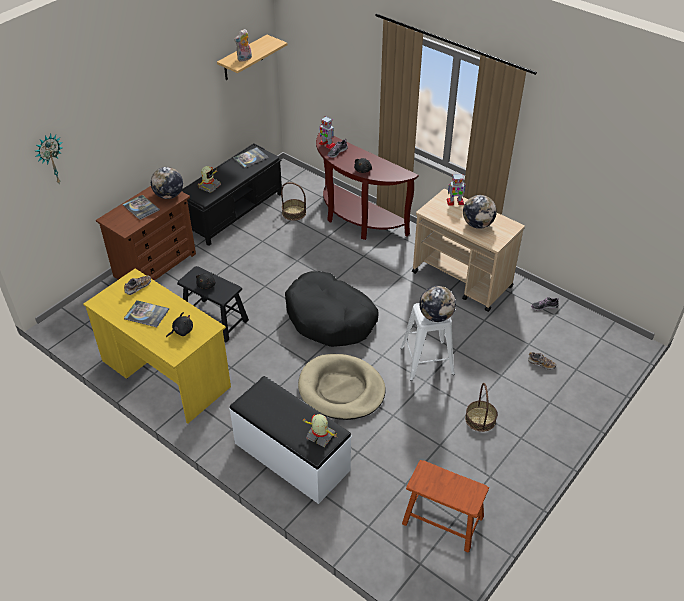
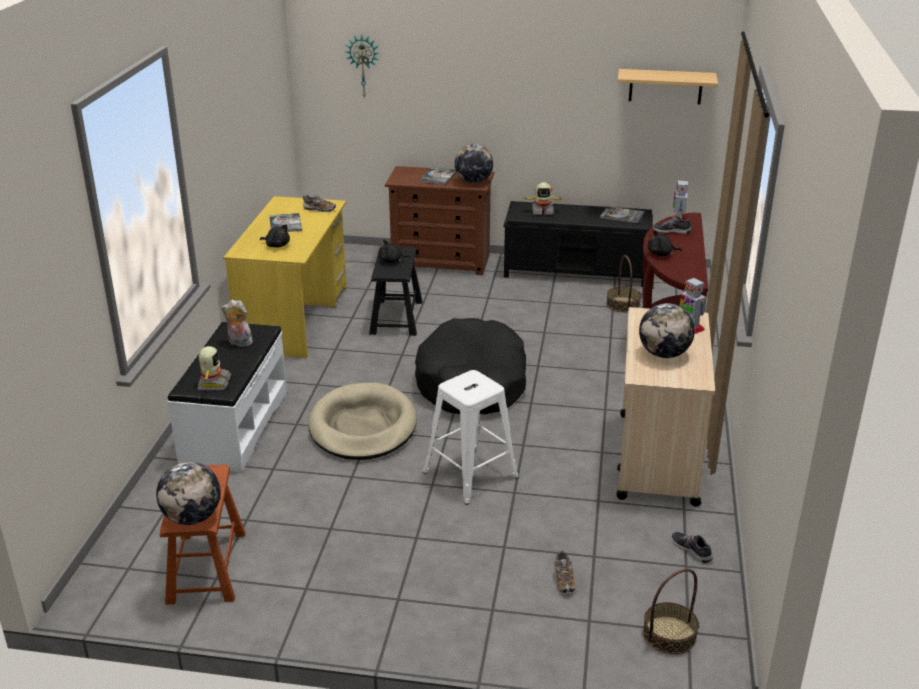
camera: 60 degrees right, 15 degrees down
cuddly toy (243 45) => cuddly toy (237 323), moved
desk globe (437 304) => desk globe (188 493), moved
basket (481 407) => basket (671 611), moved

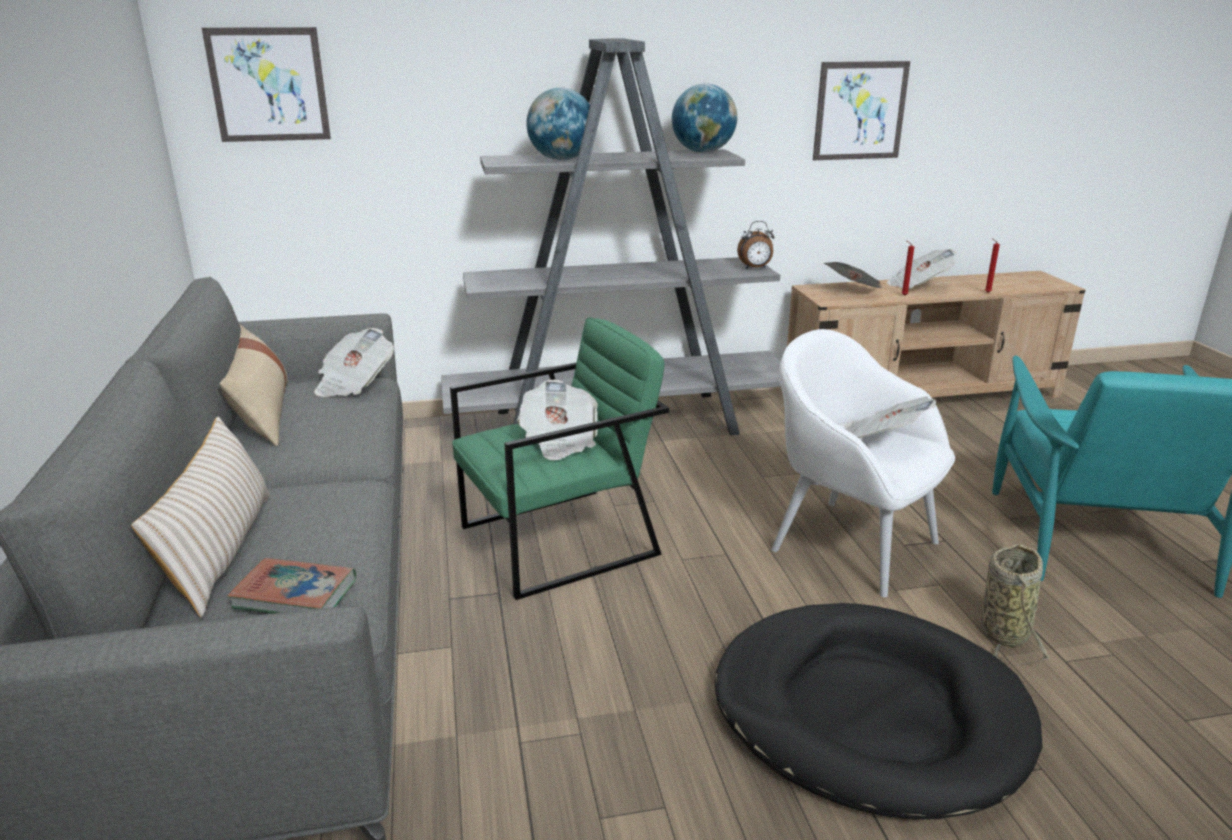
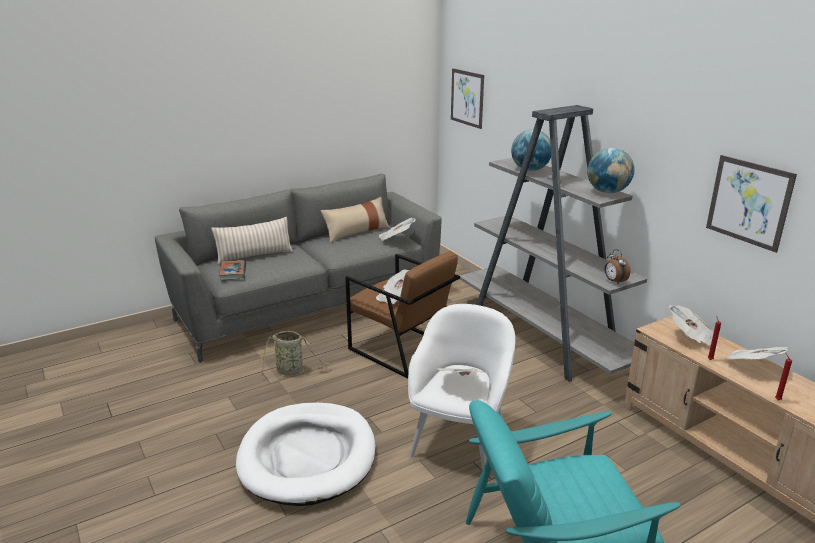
camera: 70 degrees right, 0 degrees up
basket (1015 604) => basket (295 353), moved
green-coloured lounge chair (559 458) => brown lounge chair (402 315)
black-coloured pet bed (879 711) => white pet bed (306 454)

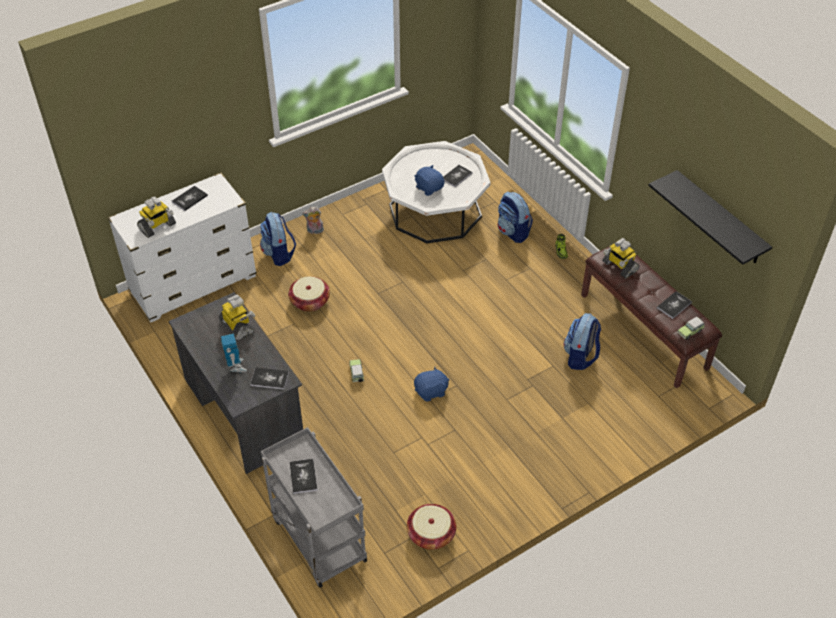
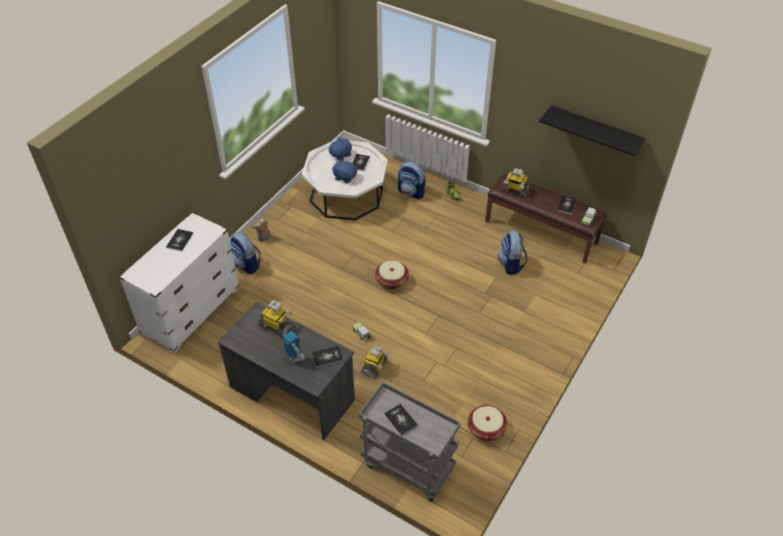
camera: 25 degrees left, 0 degrees up
toy robot (156 217) => toy robot (375 362), moved
basket (309 294) => basket (392 274), moved
blue-coloured cuddly toy (431 384) => blue-coloured cuddly toy (340 149), moved

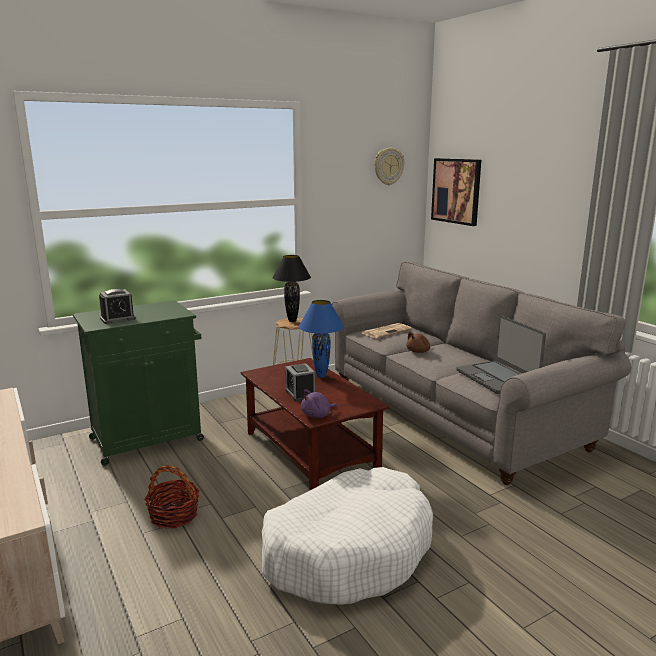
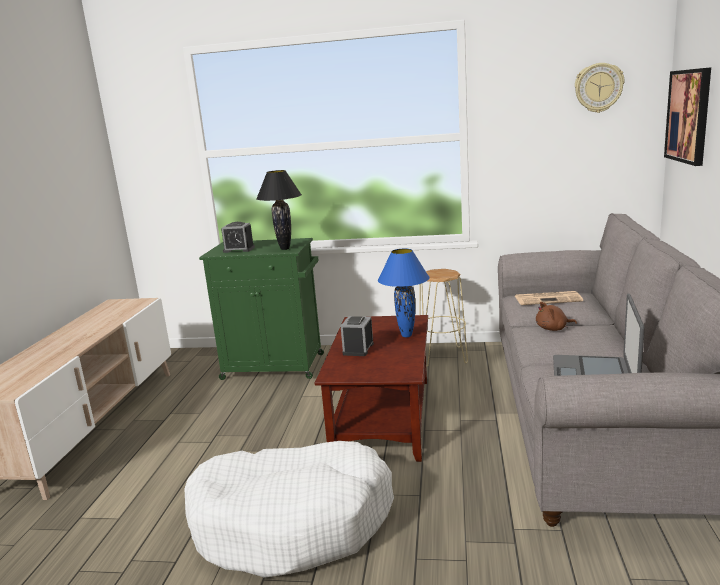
camera: 40 degrees right, 0 degrees up
basket (172 496) => nothing
purple-coloured cuddly toy (319 403) => nothing
black-coloured lamp for a table (291 288) => black-coloured lamp for a table (279 210), moved

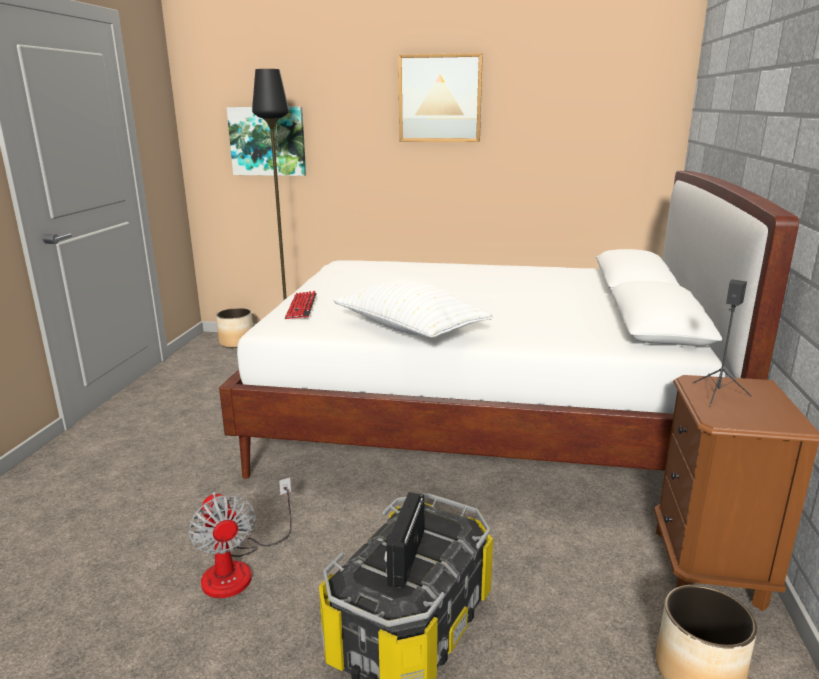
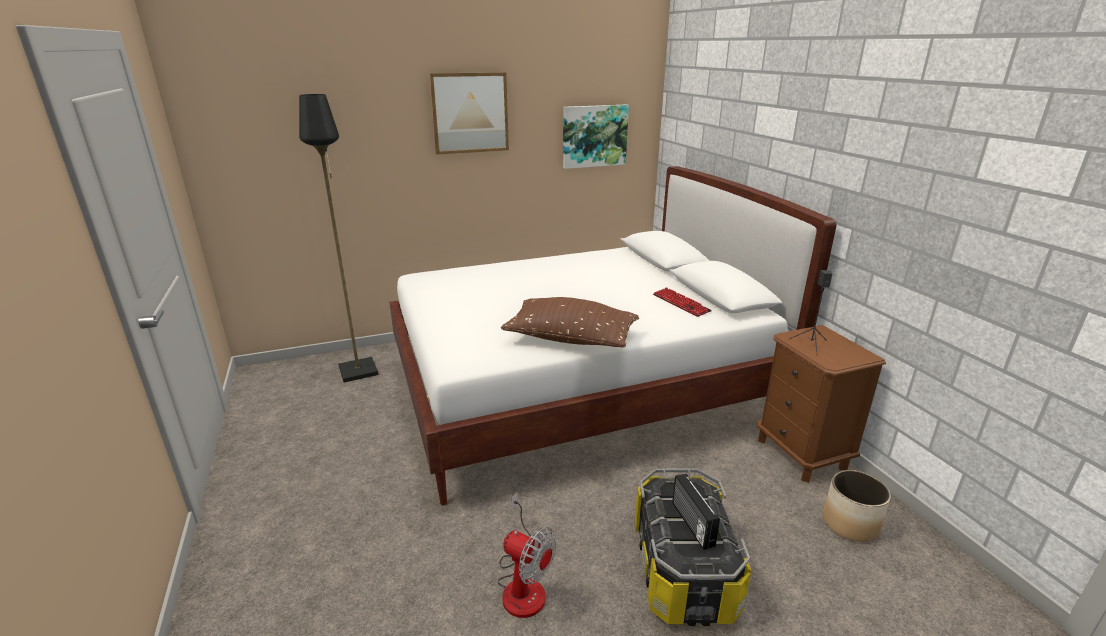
camera: 30 degrees left, 5 degrees up
planter (234 328) => nothing
wall art (266 141) => wall art (596 136), moved
computer keyboard (301 305) => computer keyboard (682 302), moved
white cushion (413 308) => brown cushion (570 322)

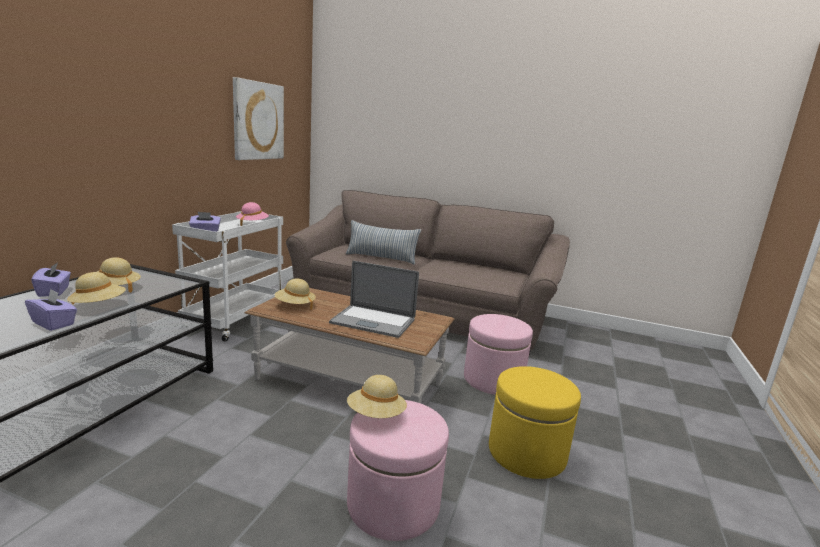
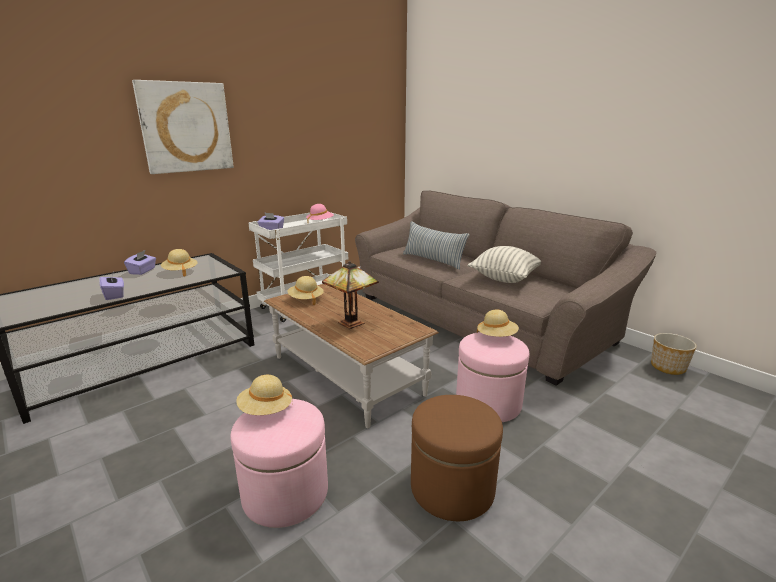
camera: 30 degrees right, 5 degrees up
nothing => cushion (504 264)
nothing => planter (674 354)
beige-coloured clothing hat (96 288) => beige-coloured clothing hat (498 323), moved
wall art (258 118) => wall art (183 127), moved
notebook computer (374 299) => lamp for a table (350 295)
yellow-coloured ottoman (535 422) => brown ottoman (457 458)

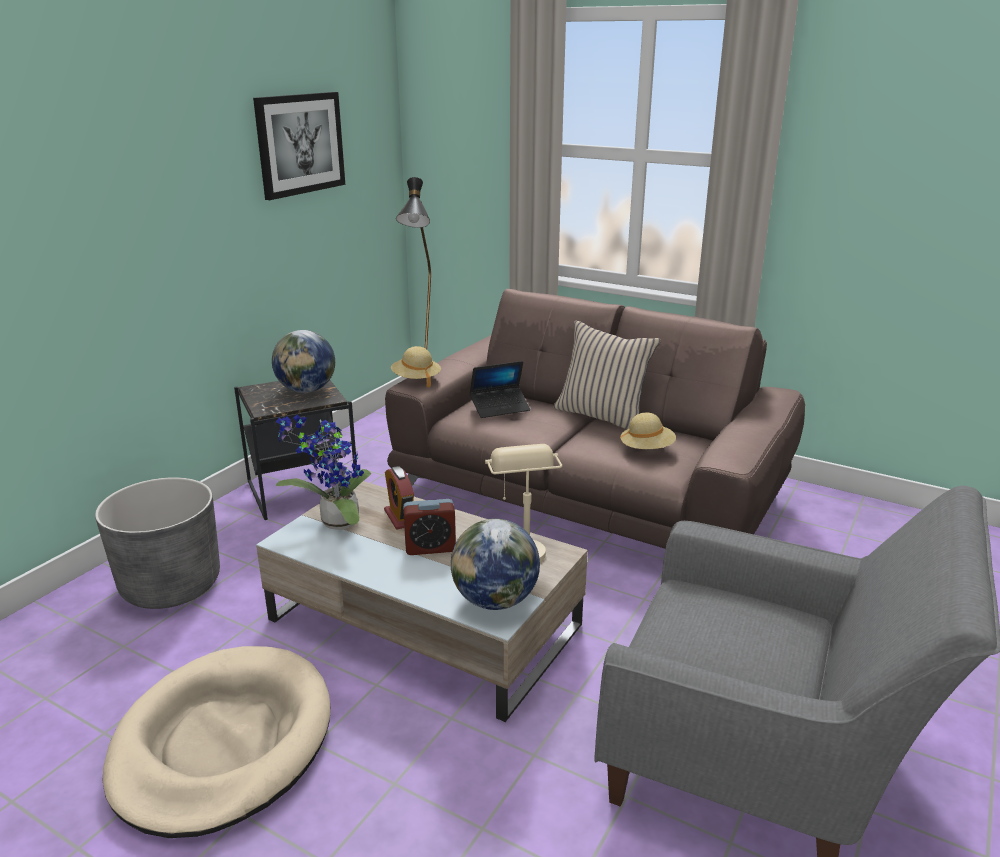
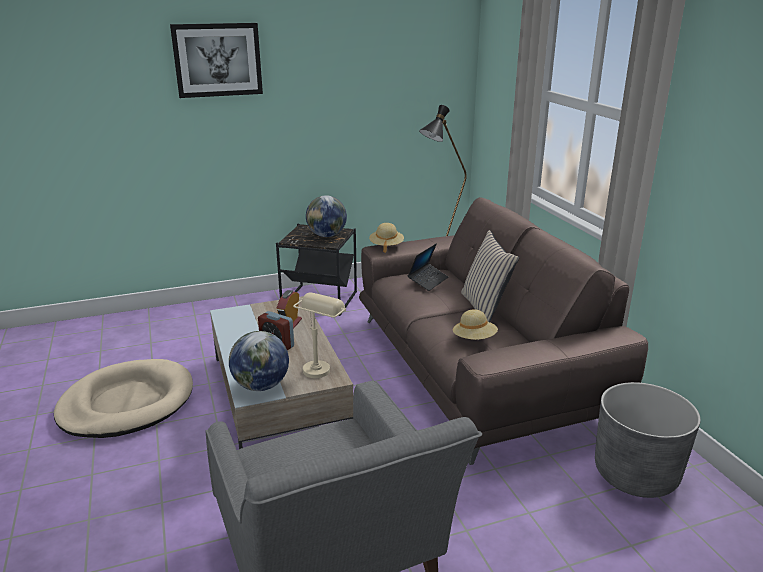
camera: 40 degrees right, 0 degrees up
plant in a pot (323 472) => nothing
greyish planter (157 543) => greyish planter (648 440), moved
wall art (299 146) => wall art (216 60), moved
notebook computer (500 389) => notebook computer (428 267), 75 degrees counterclockwise

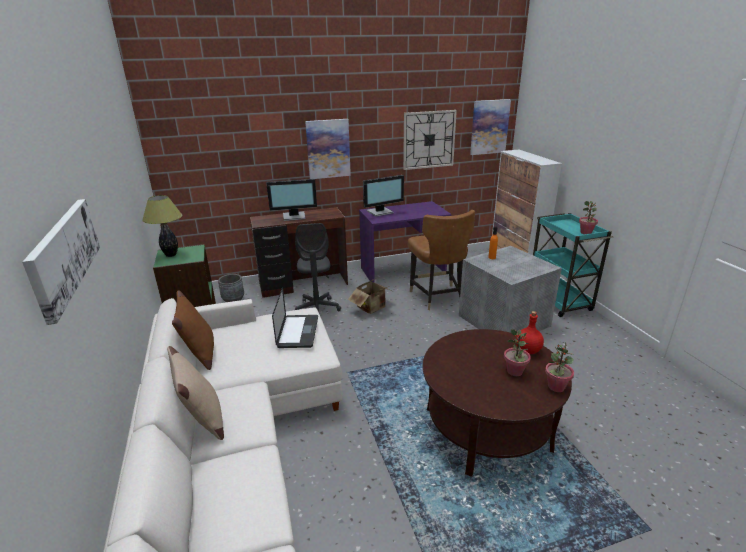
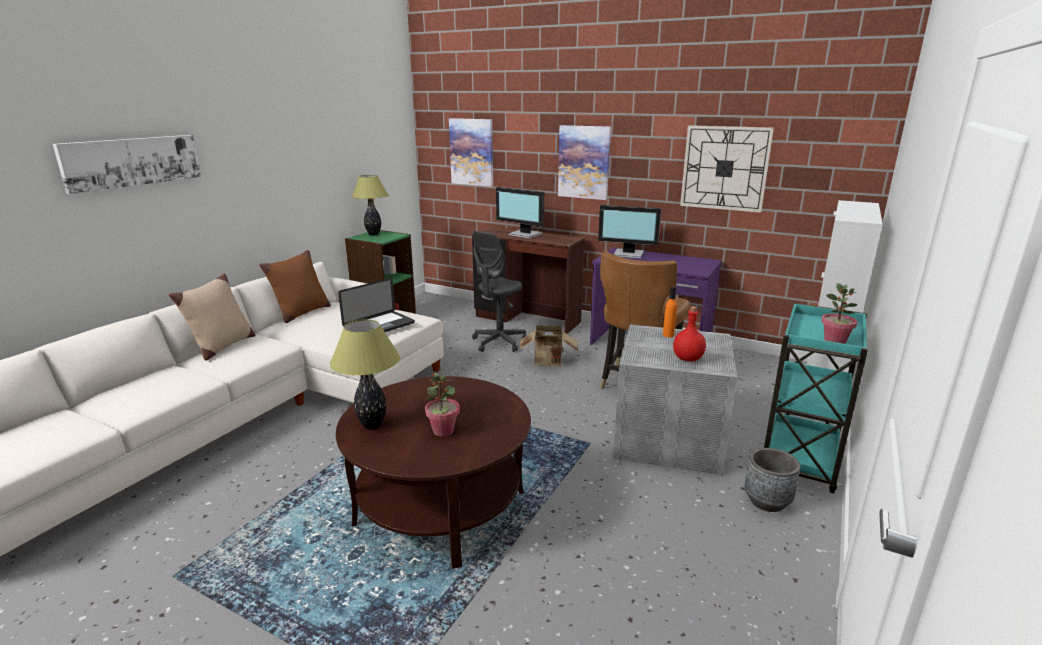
camera: 45 degrees right, 5 degrees down
plant in a pot (559 366) => nothing
nothing => lamp for a table (365 374)
greyish planter (231 288) => greyish planter (772 480), moved
wall art (490 127) => wall art (471 152), moved
red-coloured bottle (530 332) => red-coloured bottle (689 333), moved

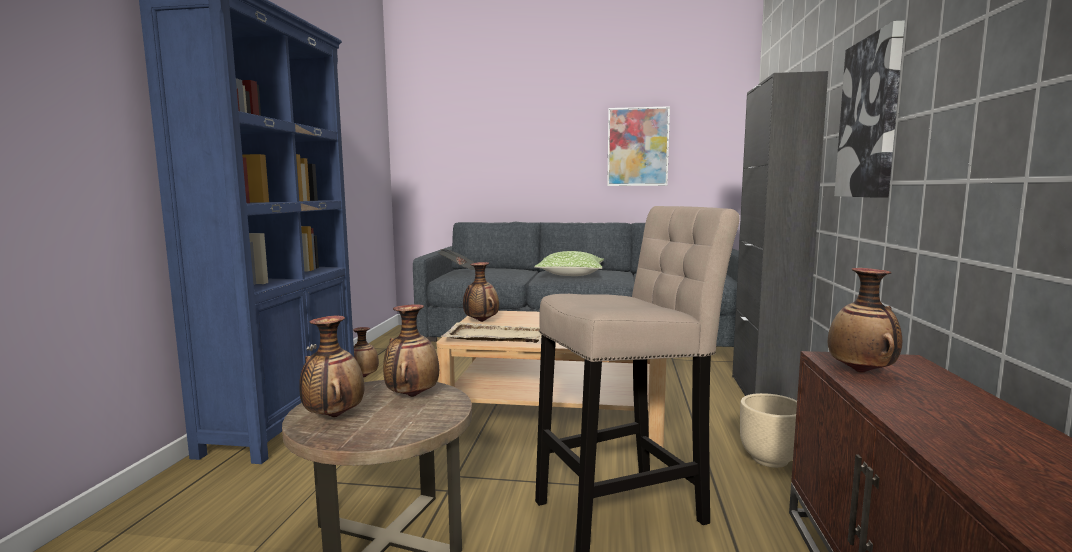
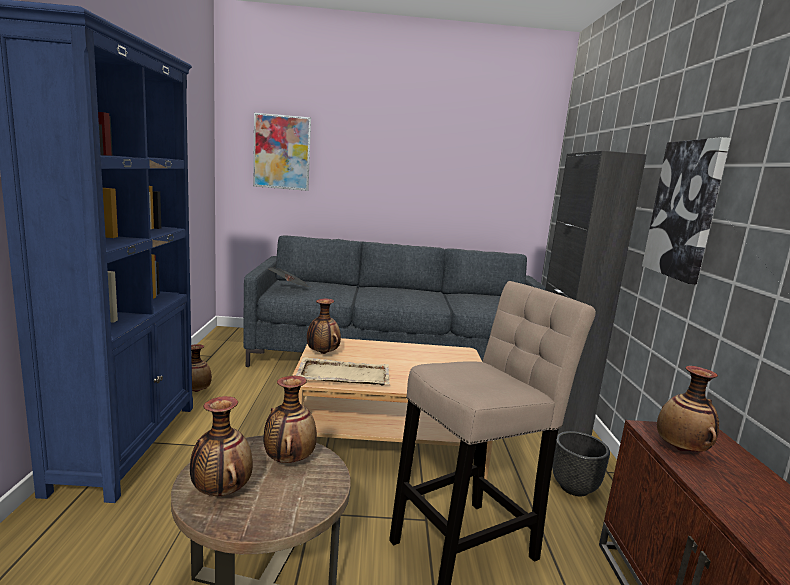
camera: 10 degrees left, 5 degrees up
cushion (569 263) => nothing
wall art (638 146) => wall art (282 152), moved
beige-coloured planter (768 430) => black-coloured planter (581 464)

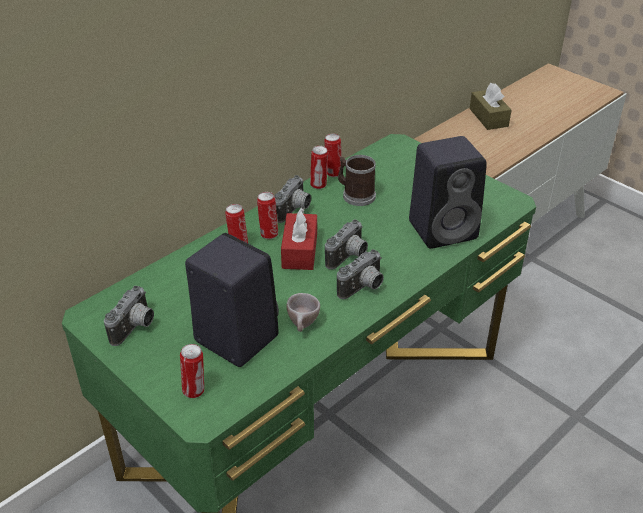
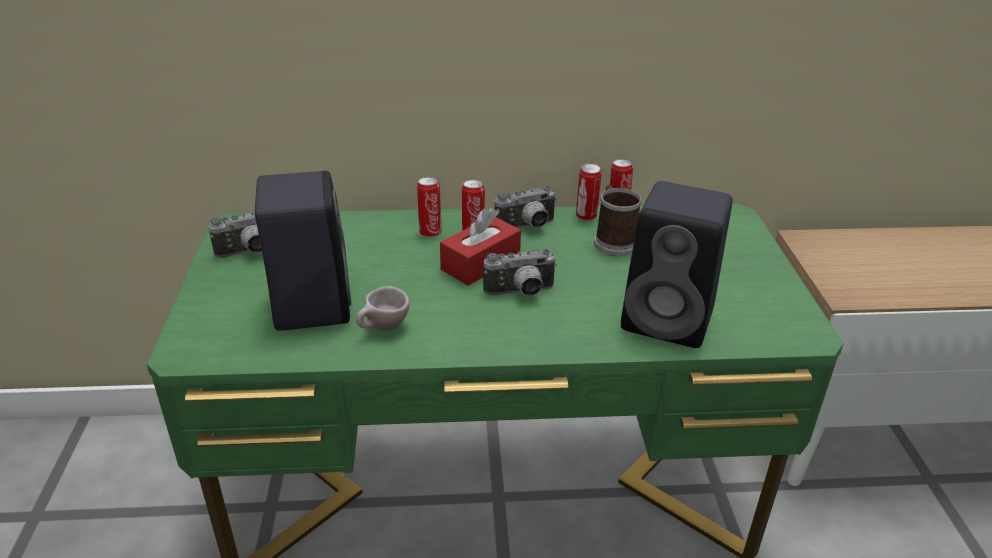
camera: 40 degrees right, 5 degrees down
can (192 371) => nothing
still camera (360 274) => nothing
brown box of tissues (490 106) => nothing

